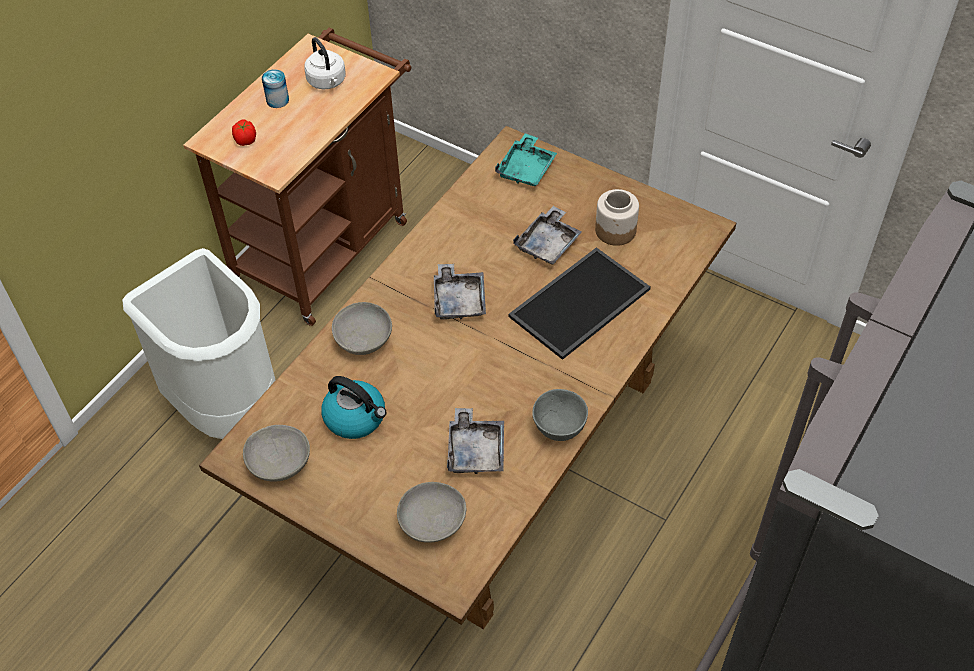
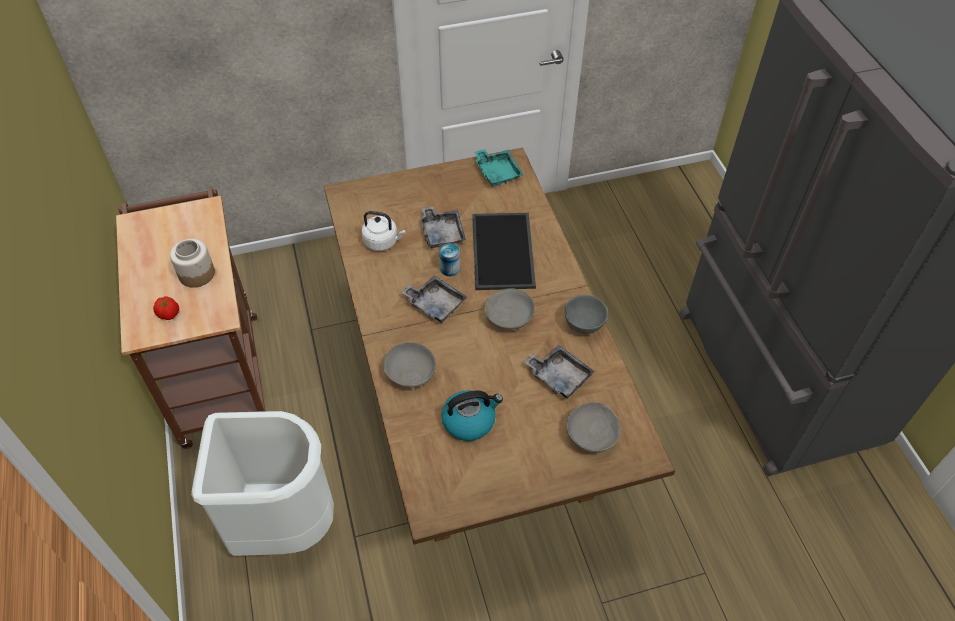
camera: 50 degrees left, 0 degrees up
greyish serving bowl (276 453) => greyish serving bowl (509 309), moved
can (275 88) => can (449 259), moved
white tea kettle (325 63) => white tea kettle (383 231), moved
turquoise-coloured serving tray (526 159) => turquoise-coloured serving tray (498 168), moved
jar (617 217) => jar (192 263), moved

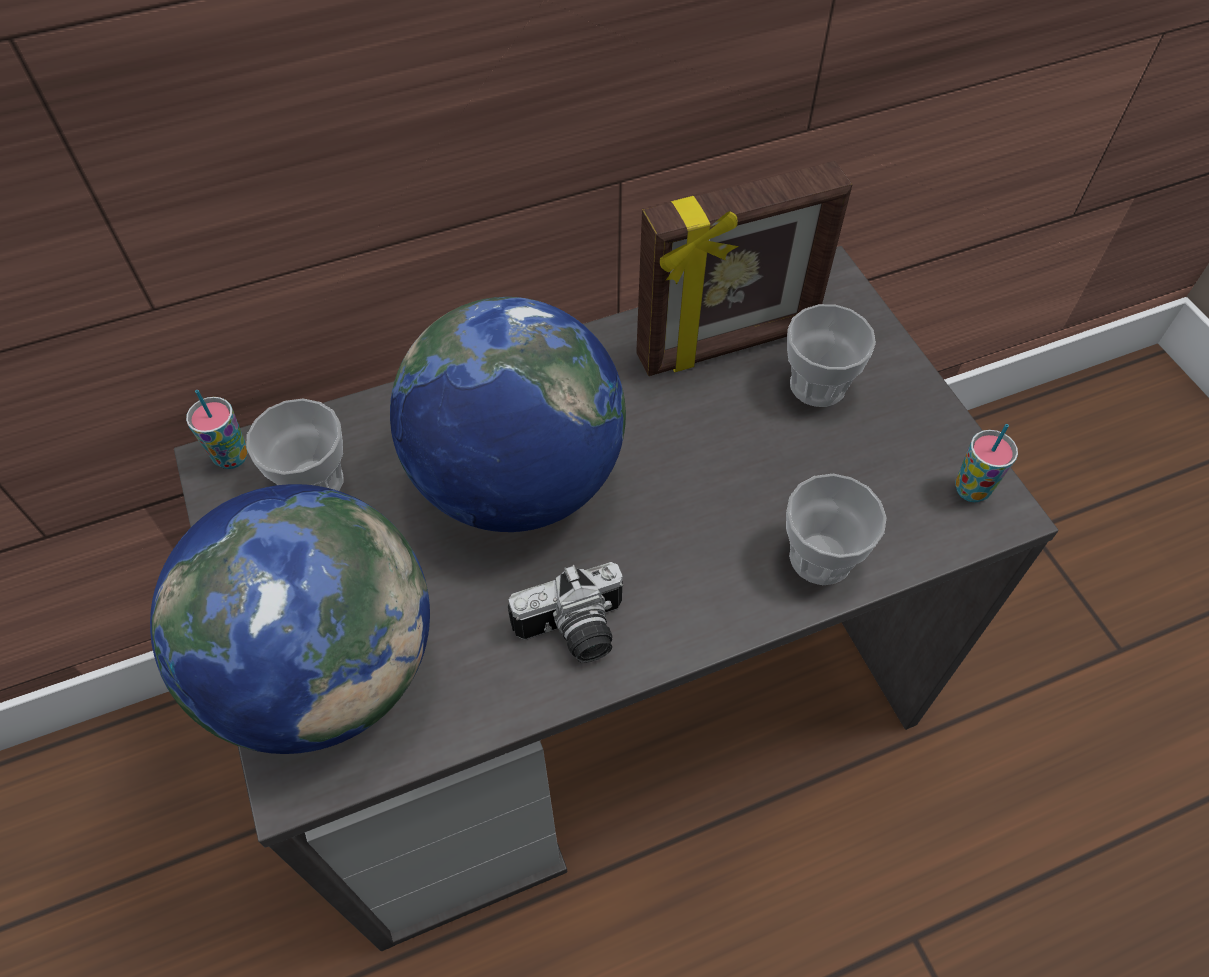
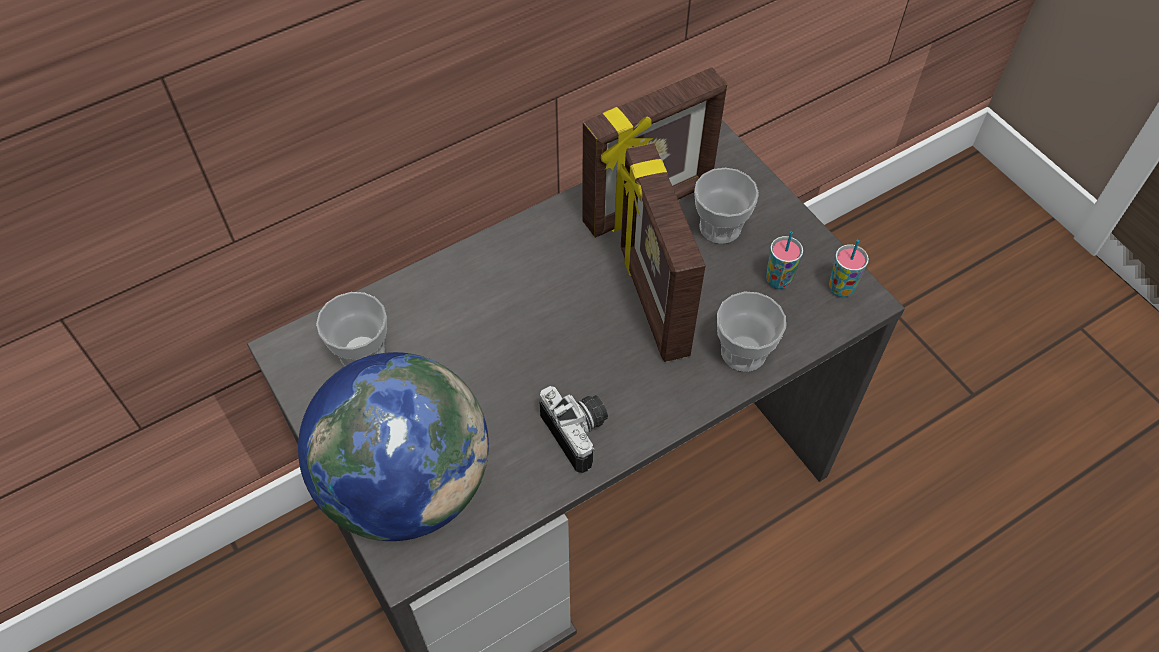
camera: 10 degrees left, 0 degrees up
desk globe (508 414) => nothing
nothing => photo frame (662 252)
small cup (217 429) => small cup (784 260), moved
still camera (565 612) => still camera (573 429), 90 degrees counterclockwise

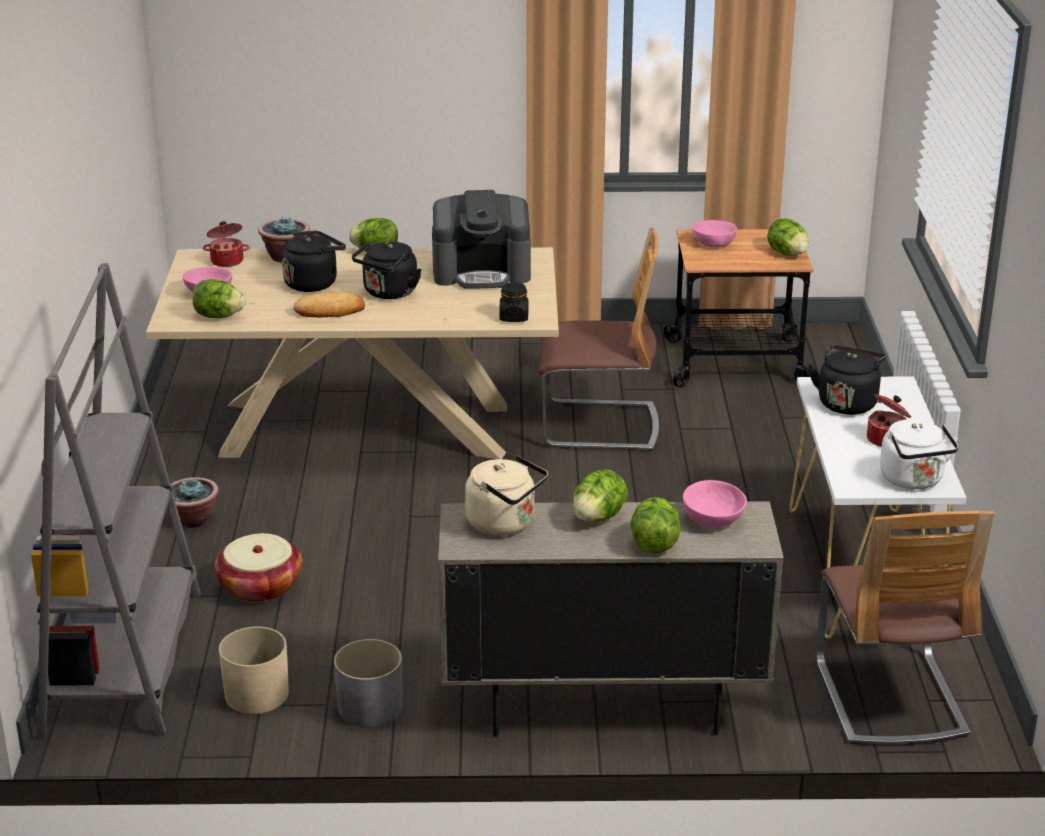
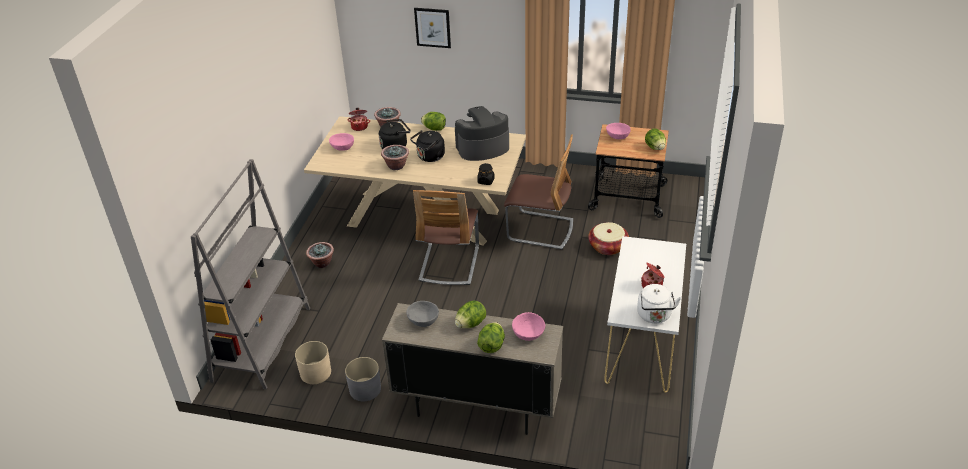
camera: 15 degrees right, 10 degrees up
head of lettuce (219 298) => nothing
black-coloured tea kettle (847 380) => nothing
nothing => wall art (432 28)
basket (259 567) => basket (608 238), moved
plain chair (905 628) => plain chair (446 237), moved
bread (329 304) => plant in a pot (395 157)
beige-coloured tea kettle (506 496) => greyish serving bowl (423 314)
coffee brewer (481 239) => coffee brewer (482 133), 150 degrees clockwise

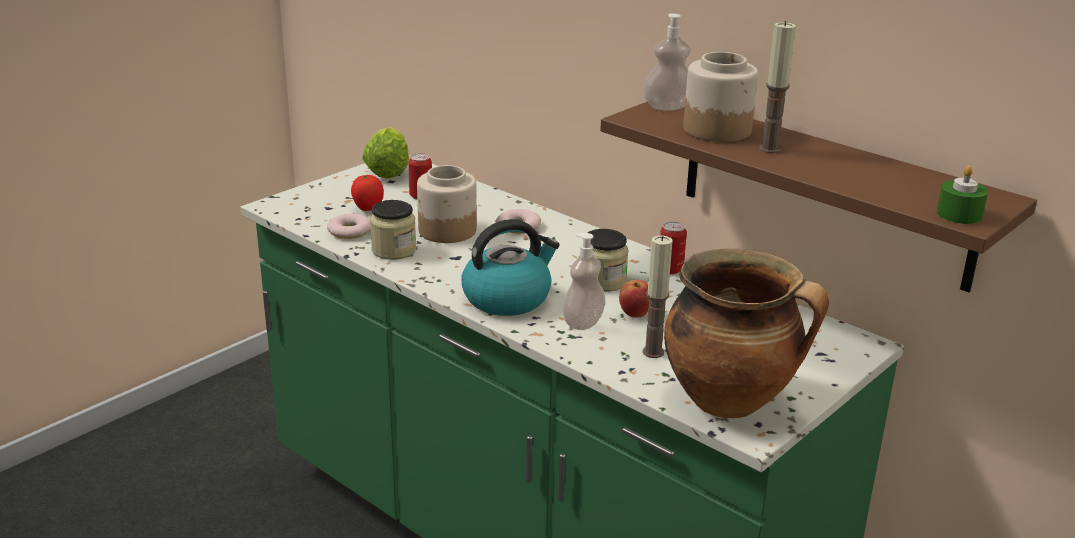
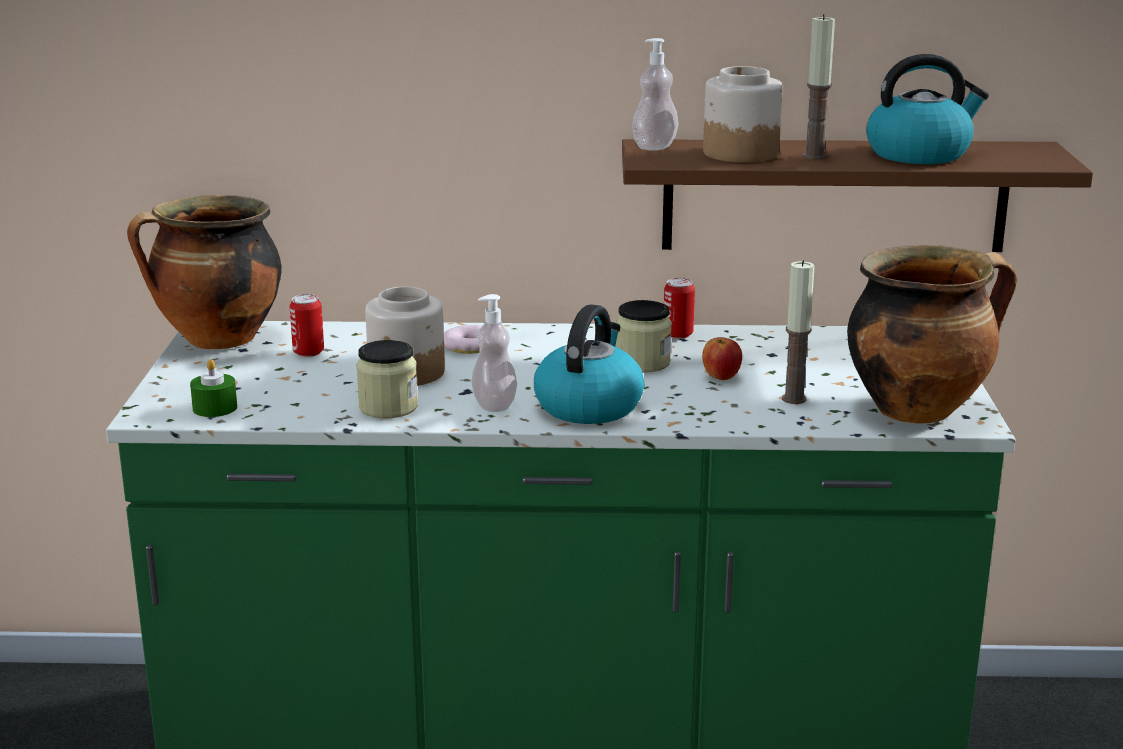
camera: 40 degrees left, 5 degrees down
donut (349 226) => nothing
tomato (367 193) => nothing
nothing => tea kettle (927 109)
soap bottle (583 281) => soap bottle (494 353), moved
green-coloured wax candle (962 195) => green-coloured wax candle (213 388), moved
head of lettuce (385 153) => saucepot (204 272)

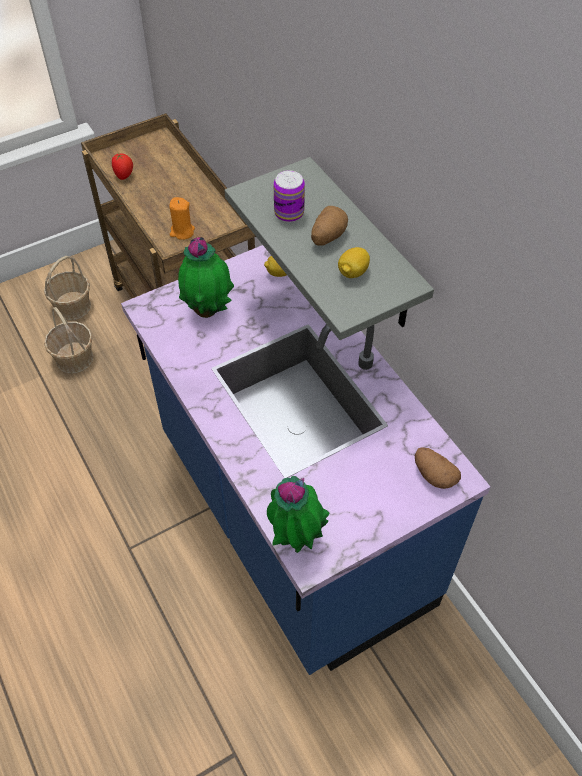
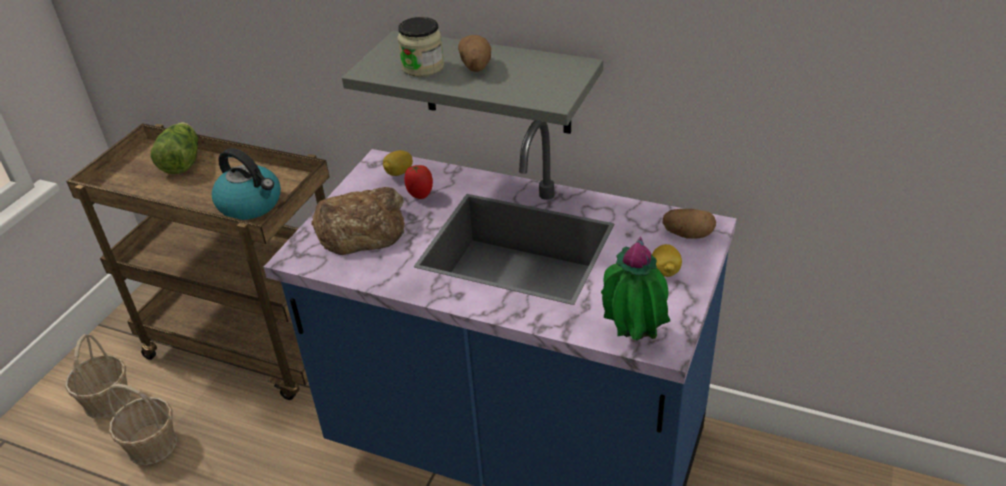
camera: 35 degrees left, 15 degrees down
nothing => head of lettuce (174 148)
tomato (122 166) => tomato (418 182), moved
citrus fruit (354 262) => citrus fruit (667 260), moved
orangey wax candle (182 218) => tea kettle (246 184)
plant in a pot (206 277) => bread (358 221)
can (289 196) => jar (420 47)

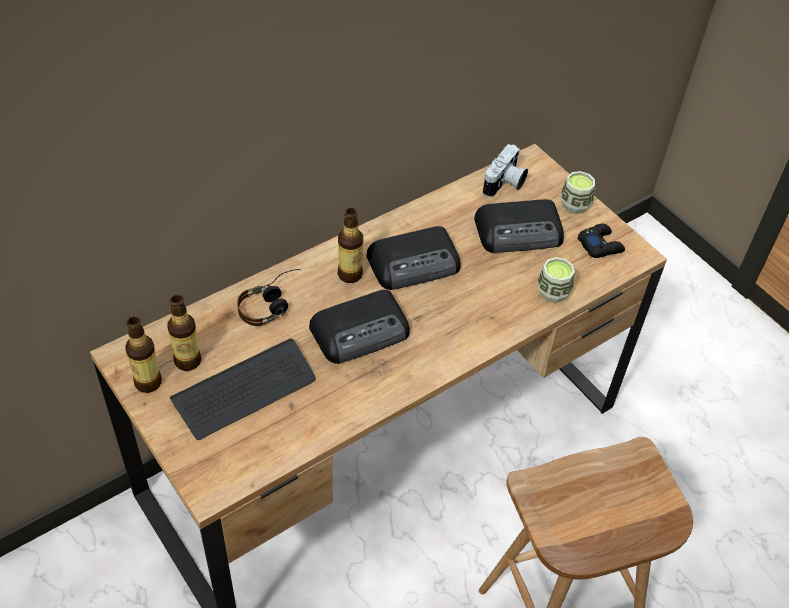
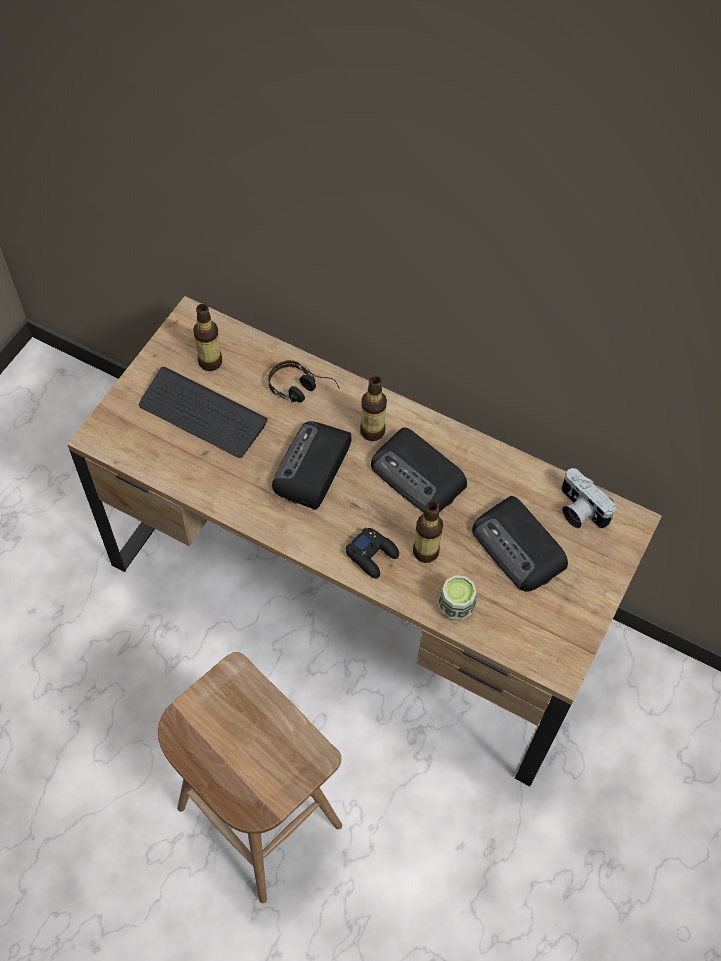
camera: 65 degrees right, 10 degrees up
small cup (578 192) => nothing
bottle (143 354) => bottle (428 532), moved
black-coloured game controller (601 241) => black-coloured game controller (372 553), moved
radio set (359 327) => radio set (311 465), 75 degrees clockwise
still camera (505 170) => still camera (588 498), 45 degrees clockwise

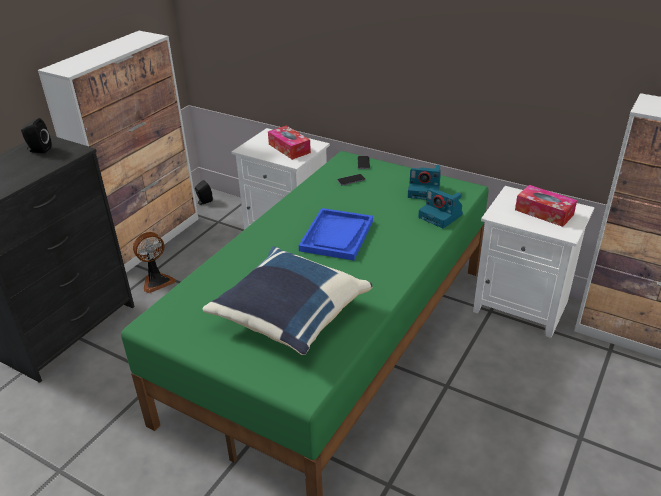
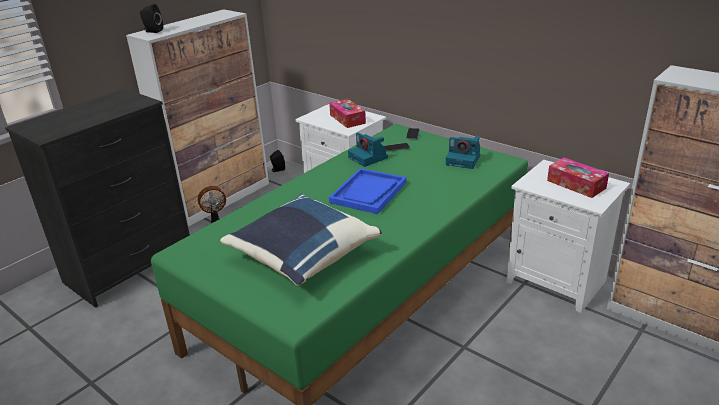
camera: 10 degrees right, 5 degrees down
black-coloured loudspeaker (36 135) => black-coloured loudspeaker (151 18), moved
still camera (440 209) => still camera (368 149), moved

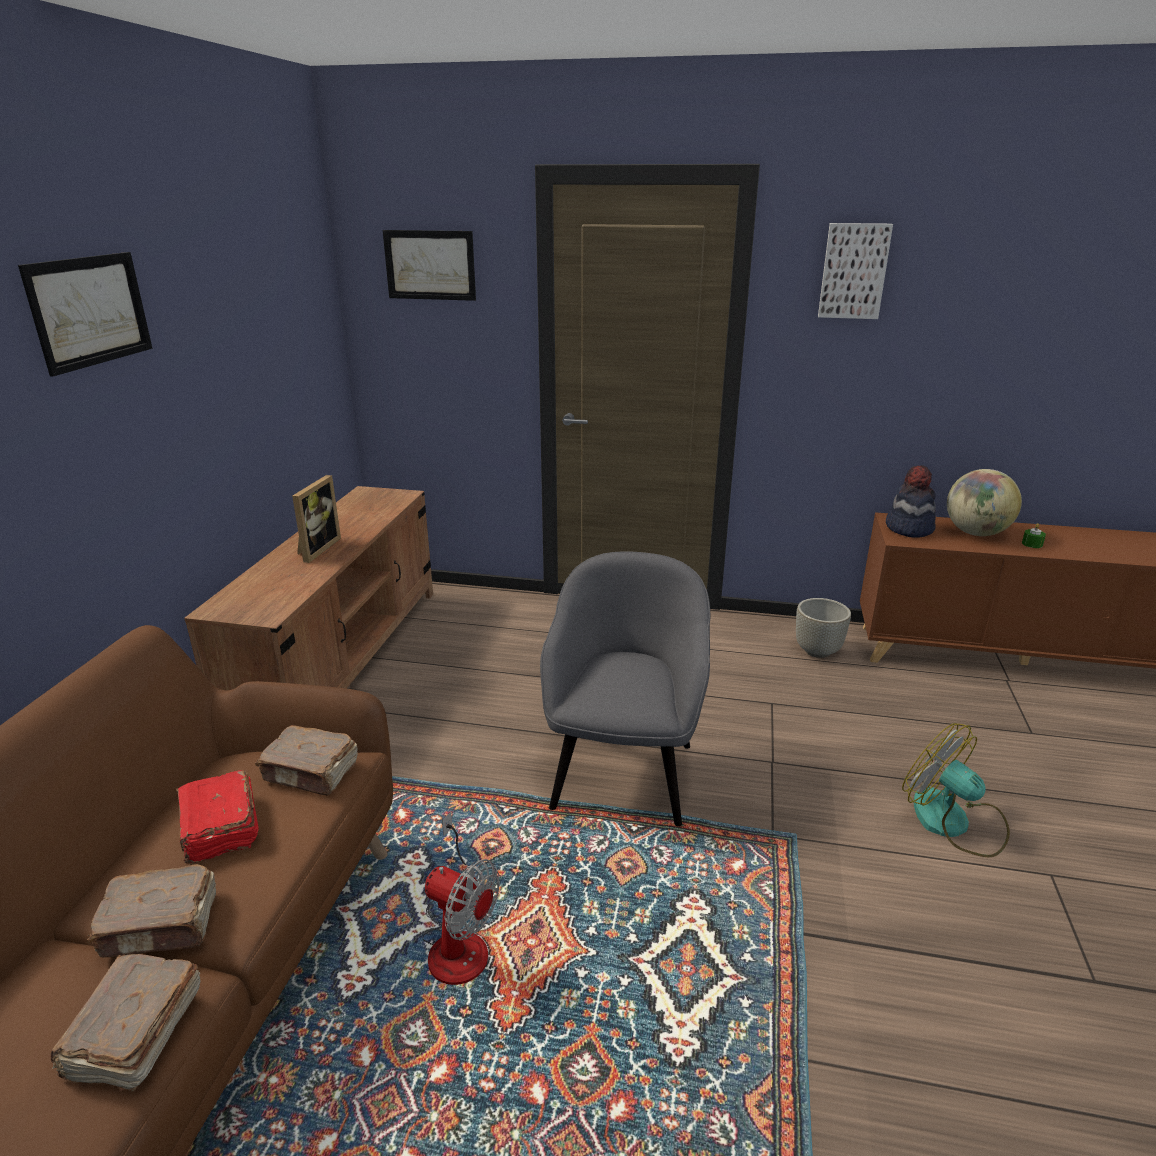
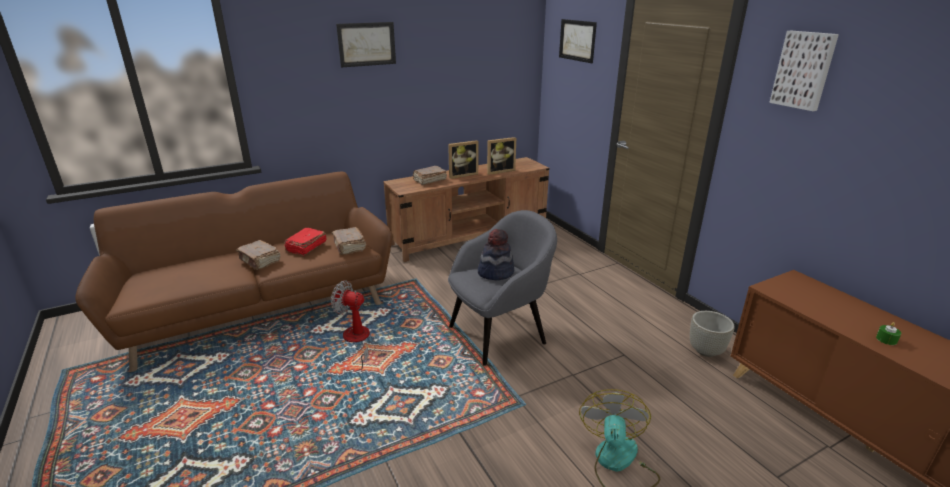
camera: 50 degrees right, 0 degrees up
desk globe (984 502) => nothing
nothing => photo frame (501 156)
brown bound book (126 1023) => brown bound book (430 176), moved
clothing hat (911 501) => clothing hat (496 254), moved
fan (461 898) => fan (353 325), 120 degrees clockwise

